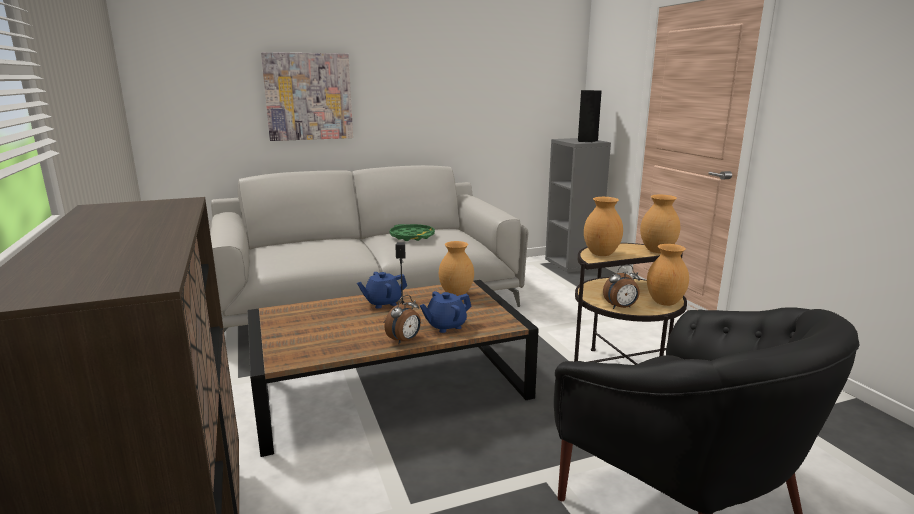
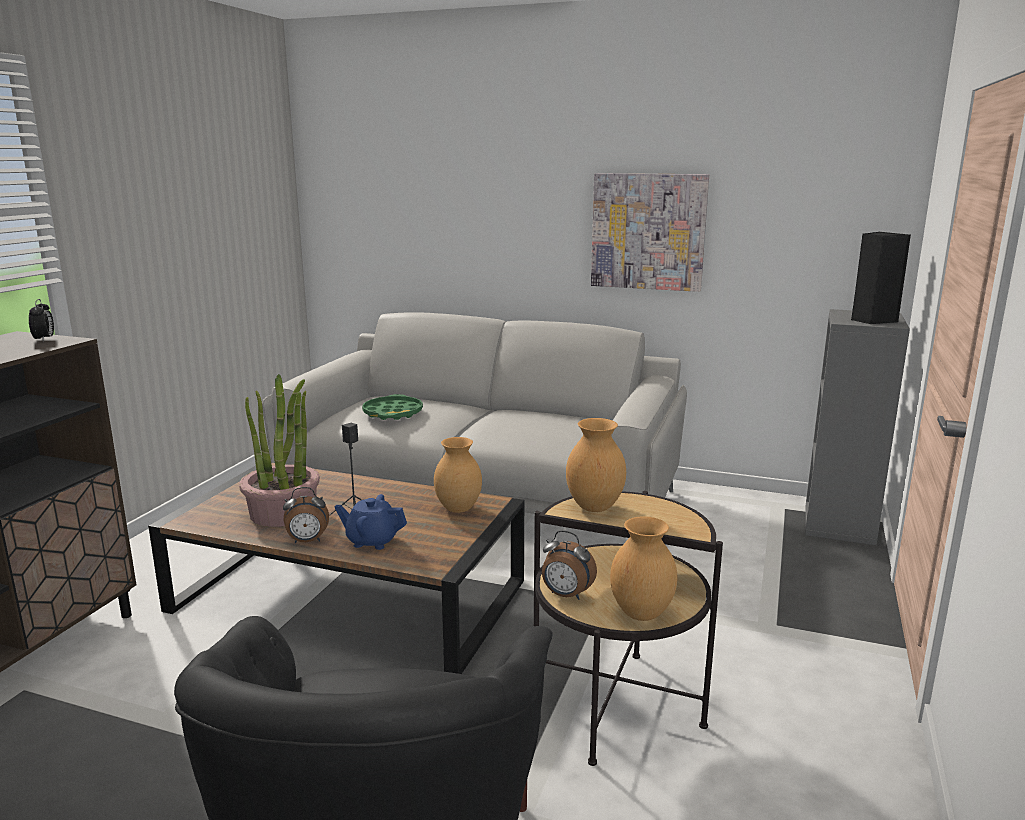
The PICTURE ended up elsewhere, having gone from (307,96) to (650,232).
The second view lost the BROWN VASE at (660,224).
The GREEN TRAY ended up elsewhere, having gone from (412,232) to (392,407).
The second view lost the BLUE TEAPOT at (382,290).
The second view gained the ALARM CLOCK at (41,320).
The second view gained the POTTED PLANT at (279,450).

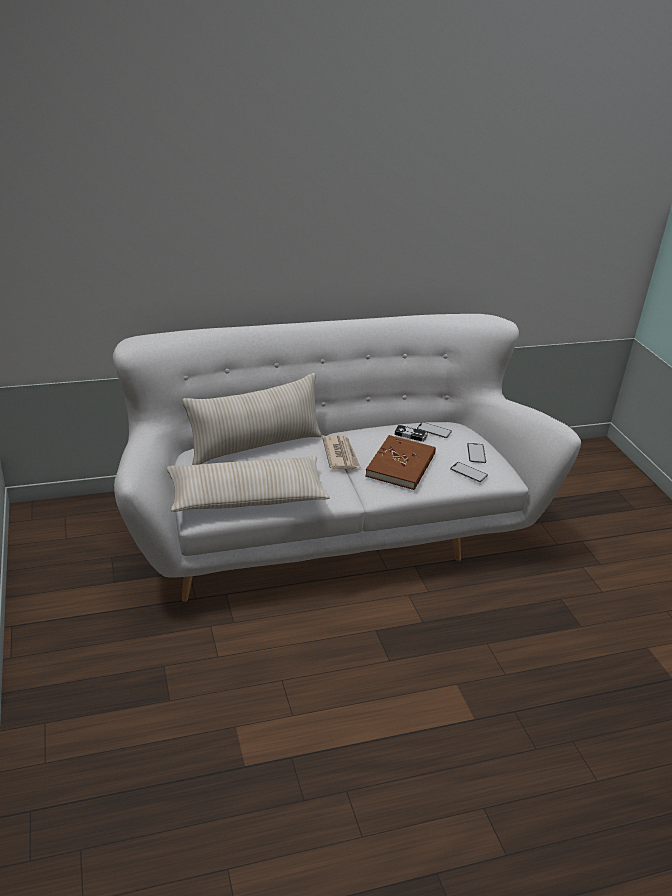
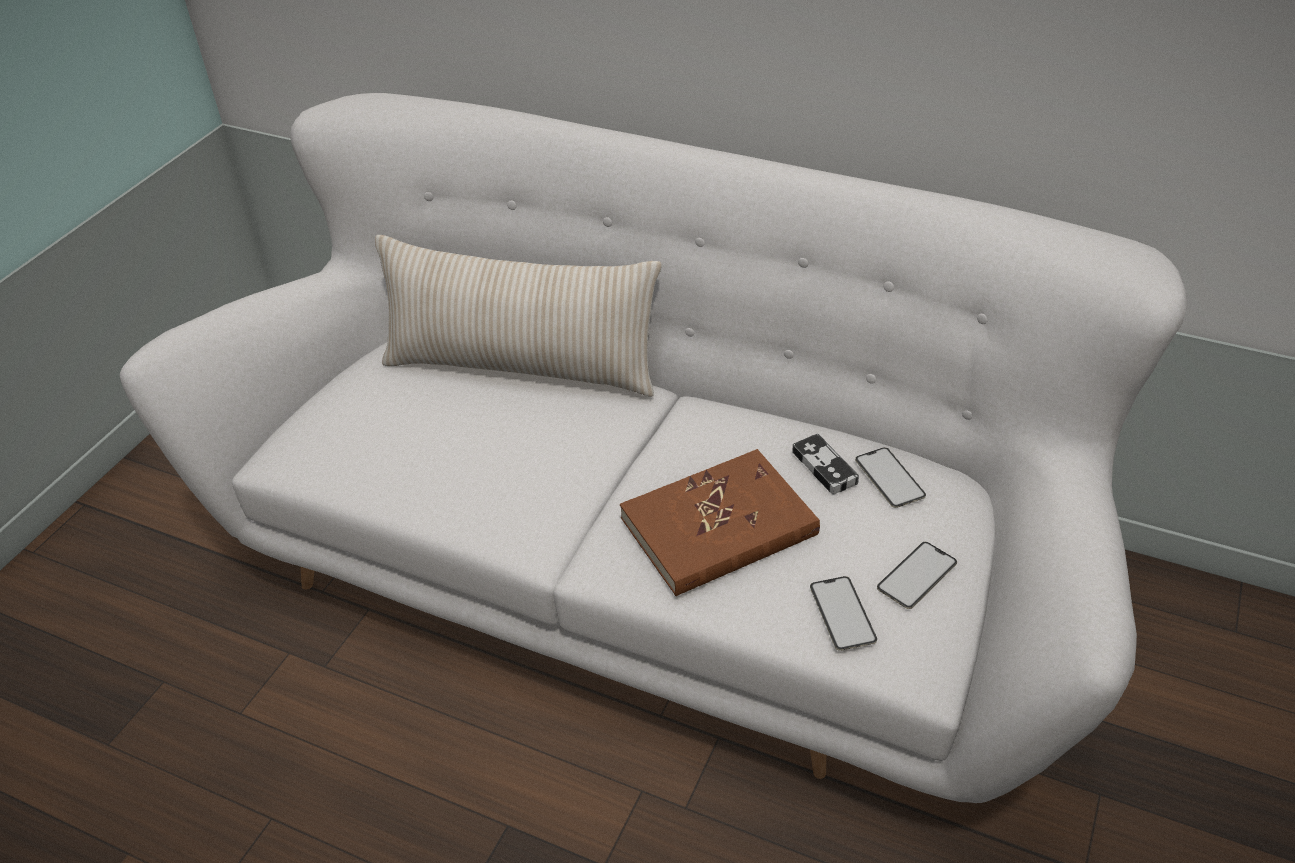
The second view lost the NEWSPAPER at (341,452).
The second view lost the BEIGE PILLOW at (248,484).

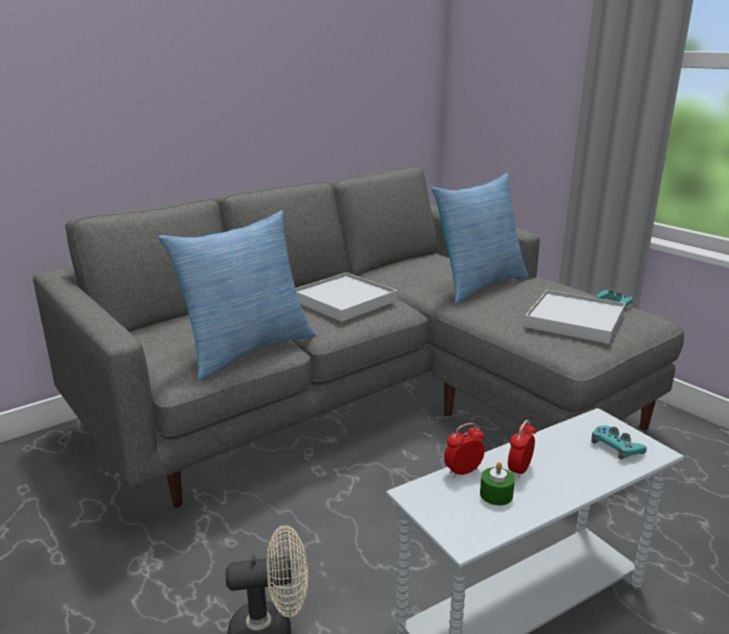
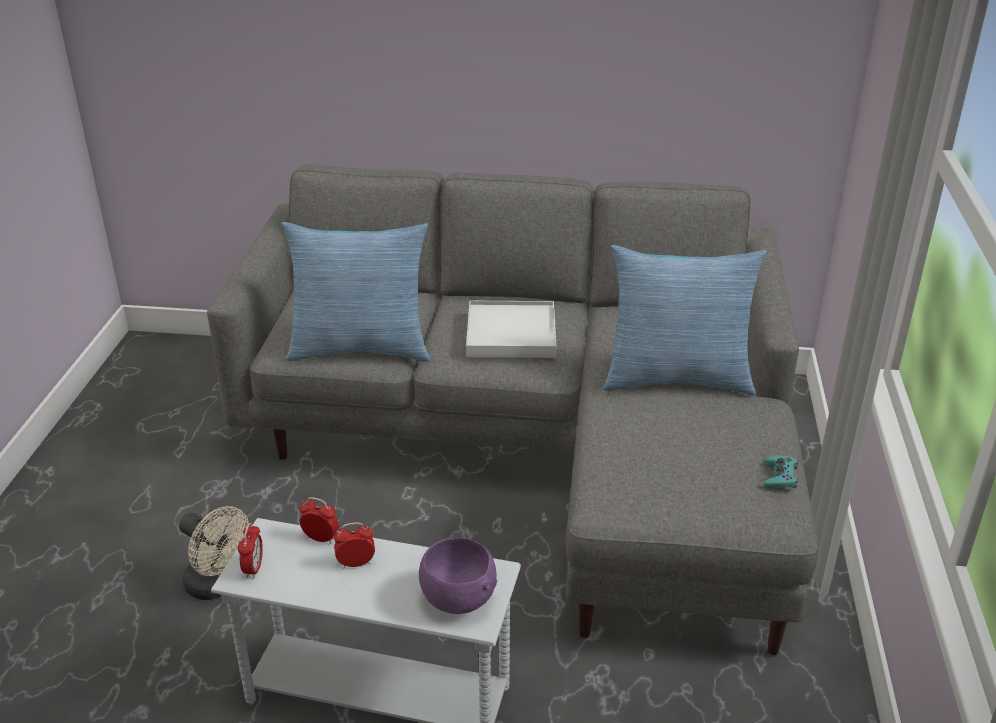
The second view lost the WHITE TRAY at (575,317).
Where the TURQUOISE GAME CONTROLLER stood at (619,443), the PURPLE BOWL came to stand at (458,575).
The second view lost the GREEN CANDLE at (497,483).
The second view gained the ALARM CLOCK at (250,550).

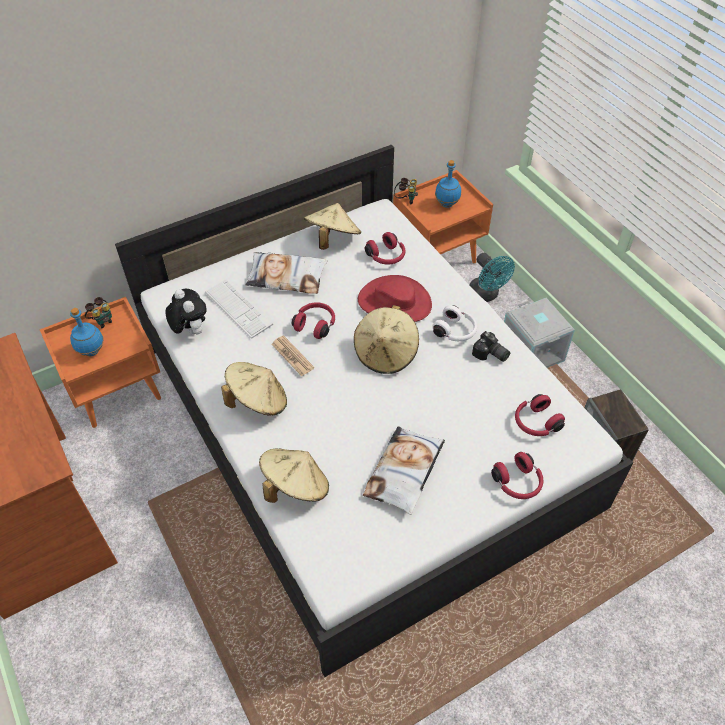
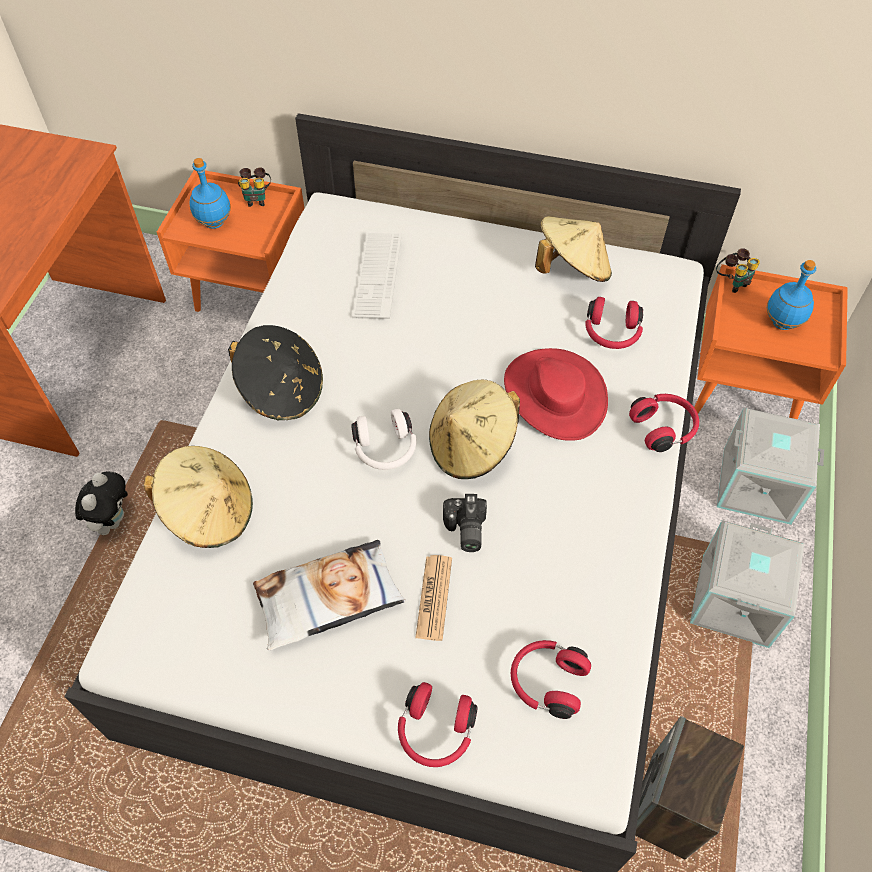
The second view lost the PILLOW at (286,273).
Where the TURQUOISE FAN stood at (492,277), the GREY STORAGE BOX came to stand at (770,466).
The PLUSH TOY ended up elsewhere, having gone from (186,311) to (101,503).
The RED HEADPHONES ended up elsewhere, having gone from (313,320) to (664,423).
The WHITE HEADPHONES ended up elsewhere, having gone from (454,323) to (383,439).
The PHOTO CAMERA ended up elsewhere, having gone from (491,346) to (465,523).
The NEWSPAPER ended up elsewhere, having gone from (293,356) to (433,598).
What was the BEIGE HAT at (254,389) turned into the BLACK HAT at (275,372).

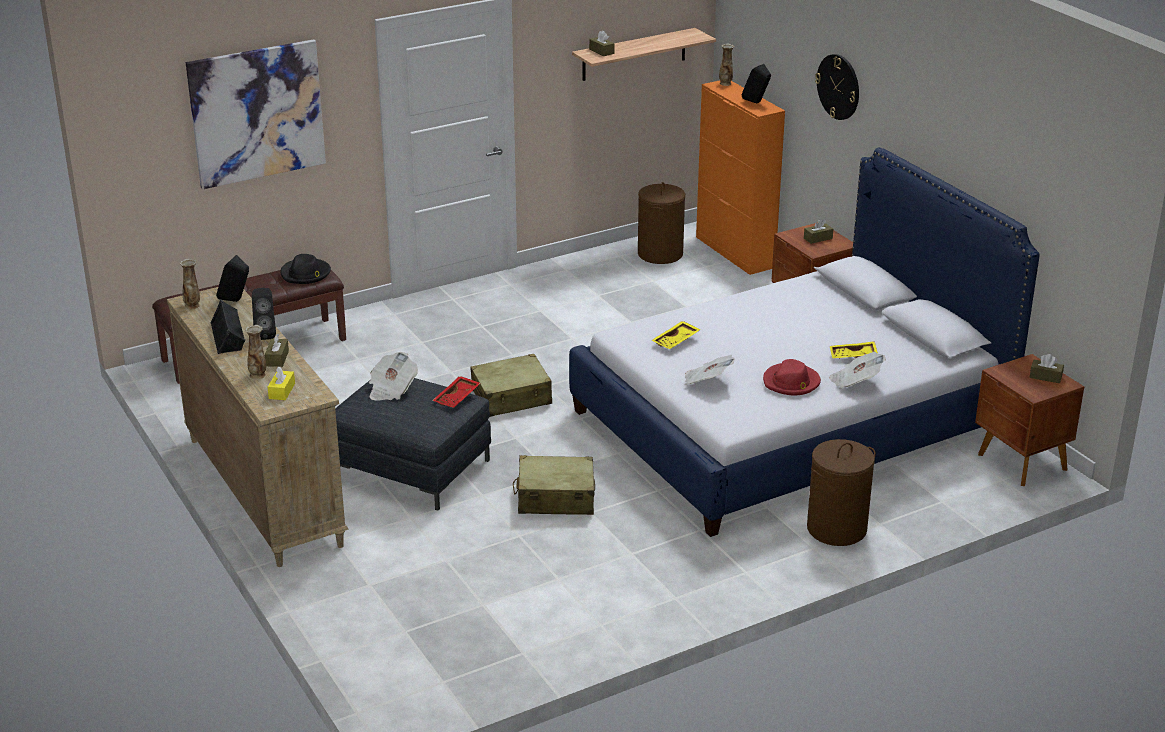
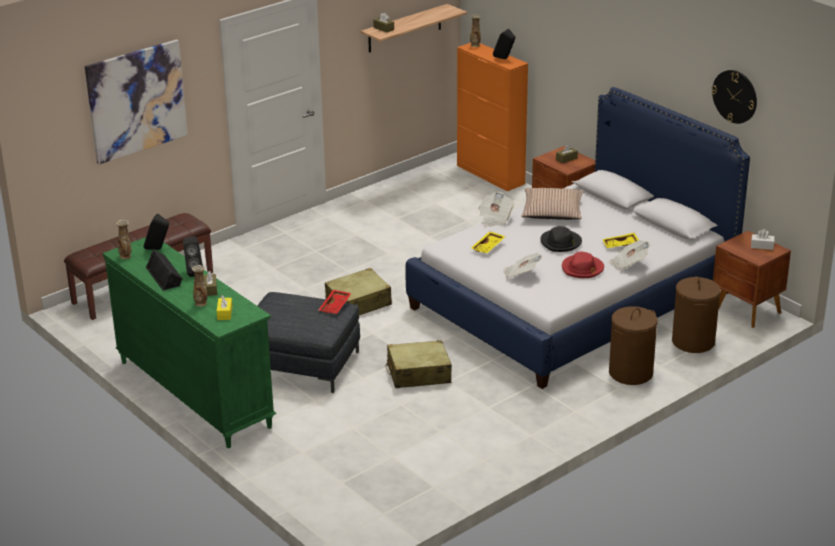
The WALL CLOCK ended up elsewhere, having gone from (837,87) to (734,97).
The BROWN LAUNDRY BASKET ended up elsewhere, having gone from (661,223) to (696,315).
The BLACK HAT ended up elsewhere, having gone from (305,269) to (561,239).
What was the BEIGE DRESSER at (258,427) turned into the GREEN DRESSER at (189,342).
The NEWSPAPER ended up elsewhere, having gone from (393,376) to (496,209).
What was the BROWN TISSUE BOX at (1047,368) turned into the WHITE TISSUE BOX at (762,239).
The second view gained the PILLOW at (552,204).

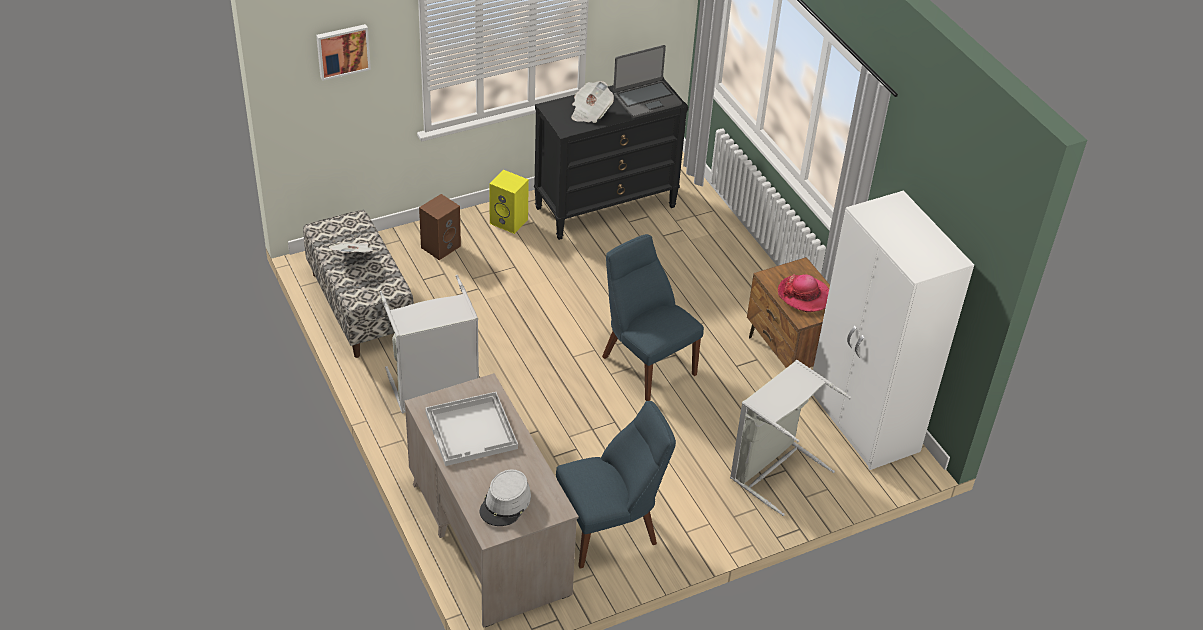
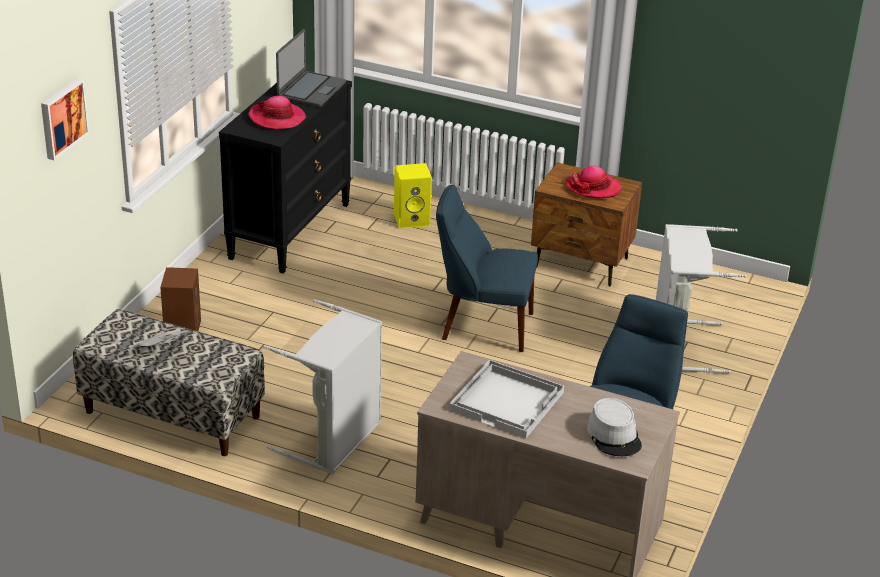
Where the NEWSPAPER stood at (592,102), the HAT came to stand at (277,112).
The YELLOW SPEAKER ended up elsewhere, having gone from (509,202) to (413,196).
The second view lost the WHITE WARDROBE at (893,330).

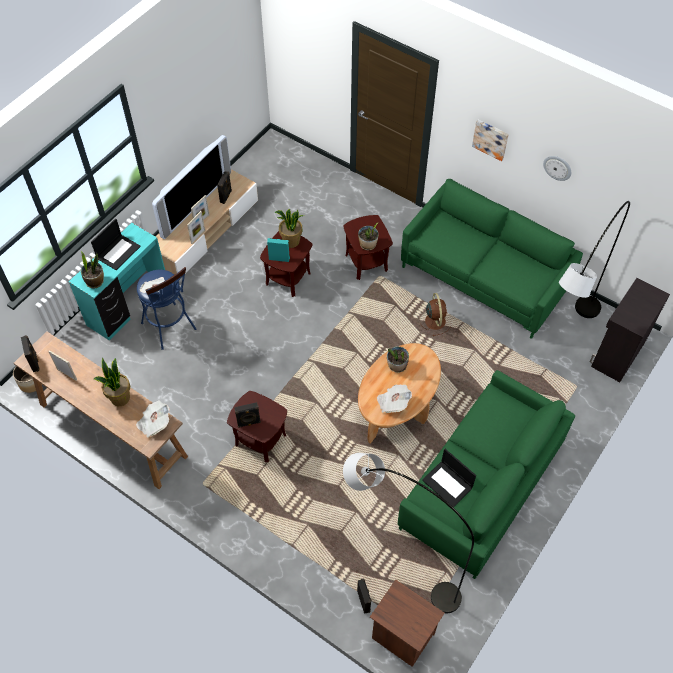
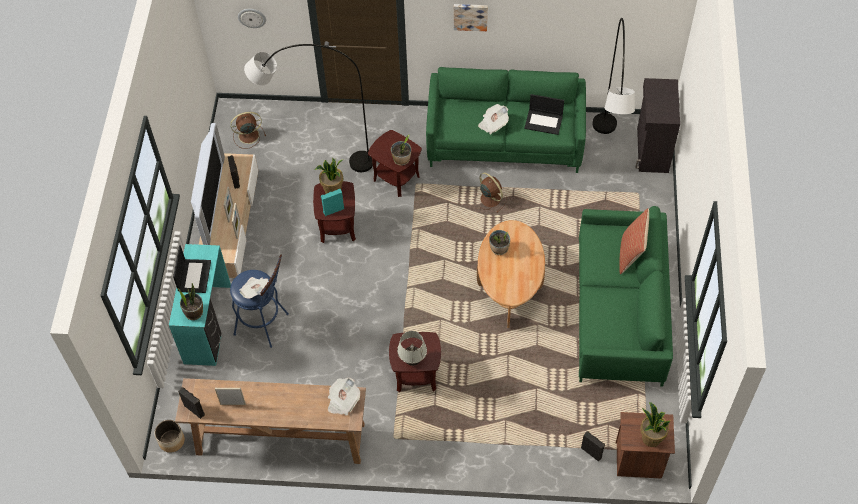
The WALL CLOCK ended up elsewhere, having gone from (557,168) to (252,18).
The POTTED PLANT ended up elsewhere, having gone from (112,382) to (655,424).
The NEWSPAPER ended up elsewhere, having gone from (394,399) to (493,119).
Where the BLACK SPEAKER stood at (247,415), the WHITE TABLE LAMP came to stand at (412,348).
The LAPTOP ended up elsewhere, having gone from (449,478) to (544,114).
The GREY FLOOR LAMP ended up elsewhere, having gone from (408,533) to (308,108).
The second view gained the BROWN FAN at (248,130).
The second view gained the PILLOW at (634,241).

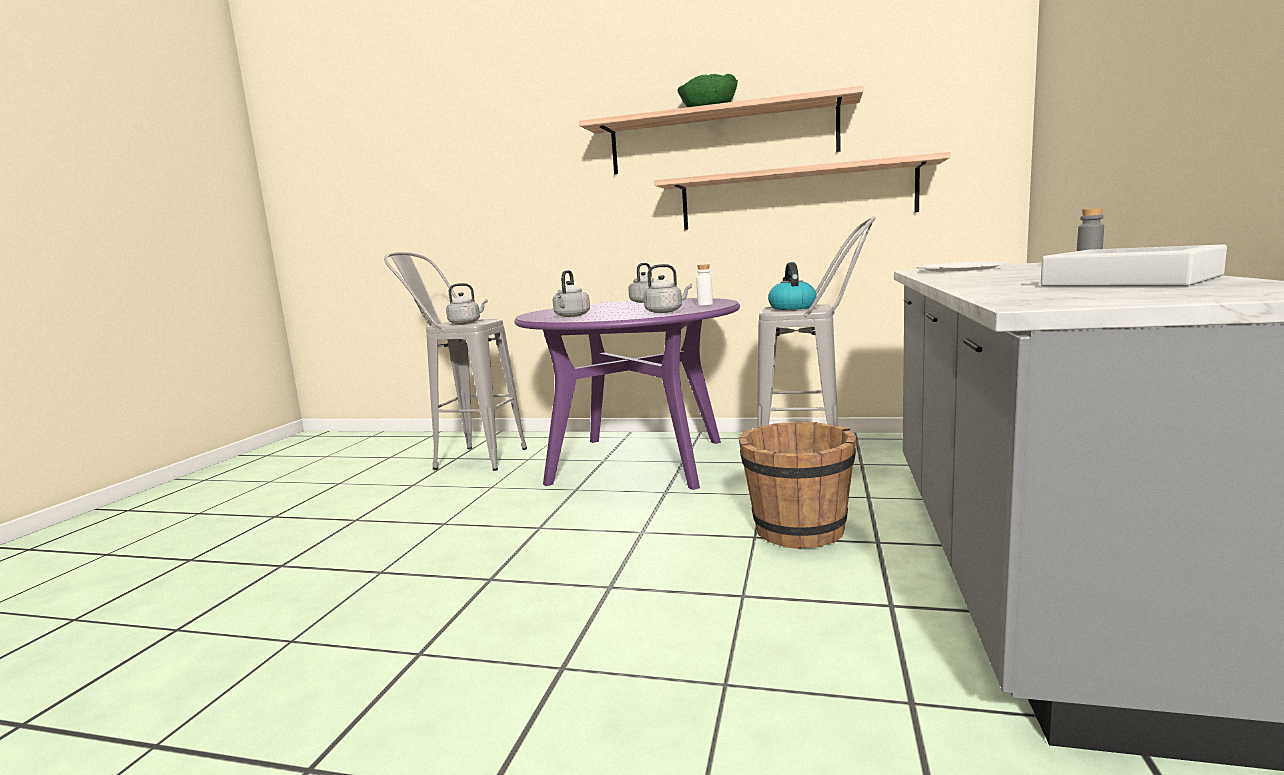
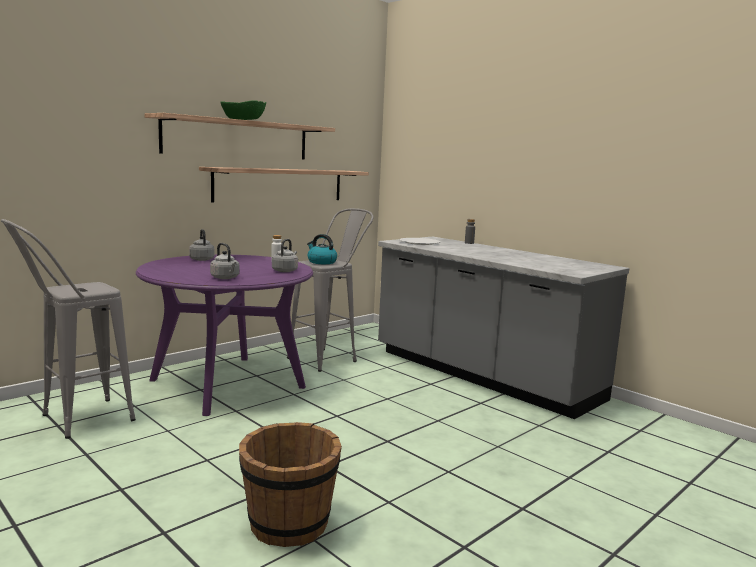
The second view lost the GREY TRAY at (1134,265).
The second view lost the GREY KETTLE at (467,303).
The BROWN BUCKET ended up elsewhere, having gone from (797,485) to (290,484).

